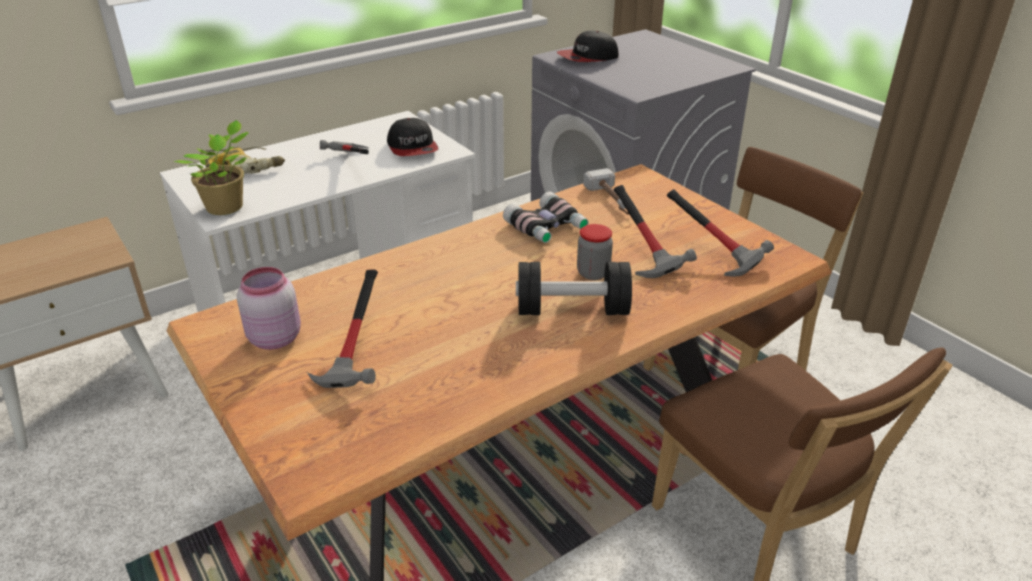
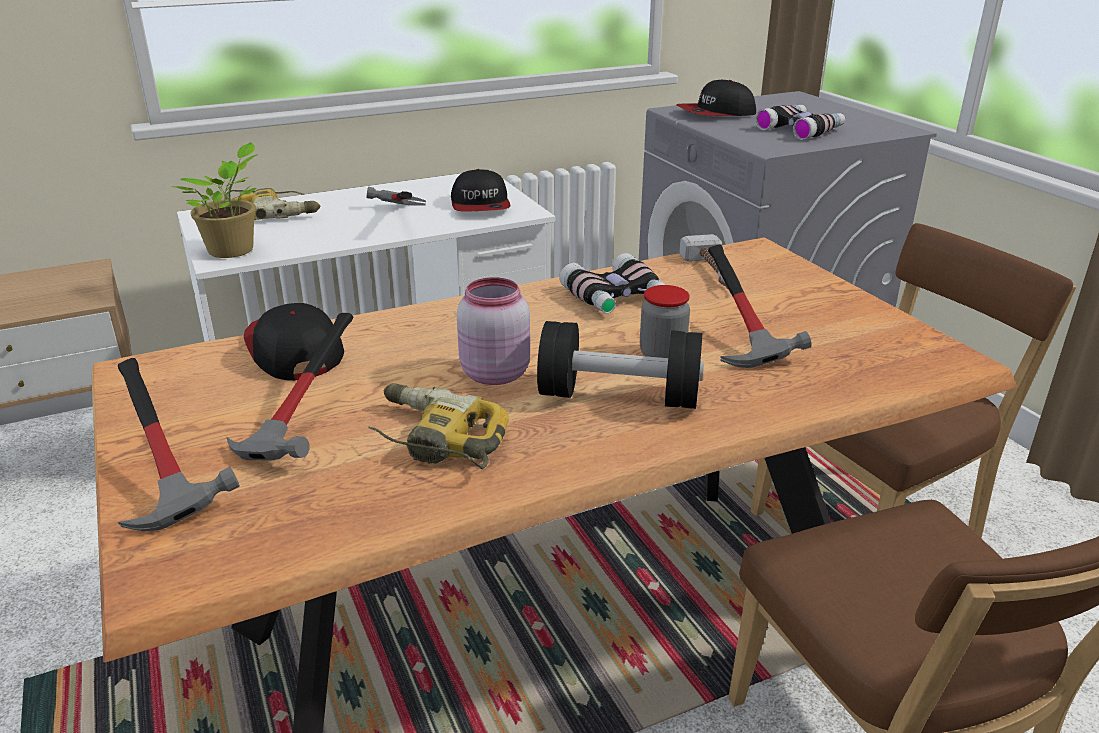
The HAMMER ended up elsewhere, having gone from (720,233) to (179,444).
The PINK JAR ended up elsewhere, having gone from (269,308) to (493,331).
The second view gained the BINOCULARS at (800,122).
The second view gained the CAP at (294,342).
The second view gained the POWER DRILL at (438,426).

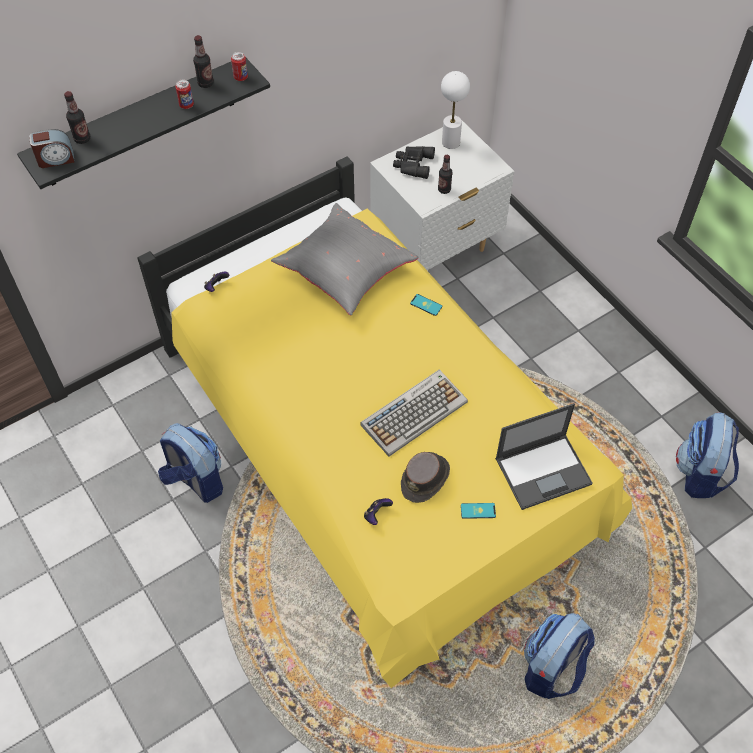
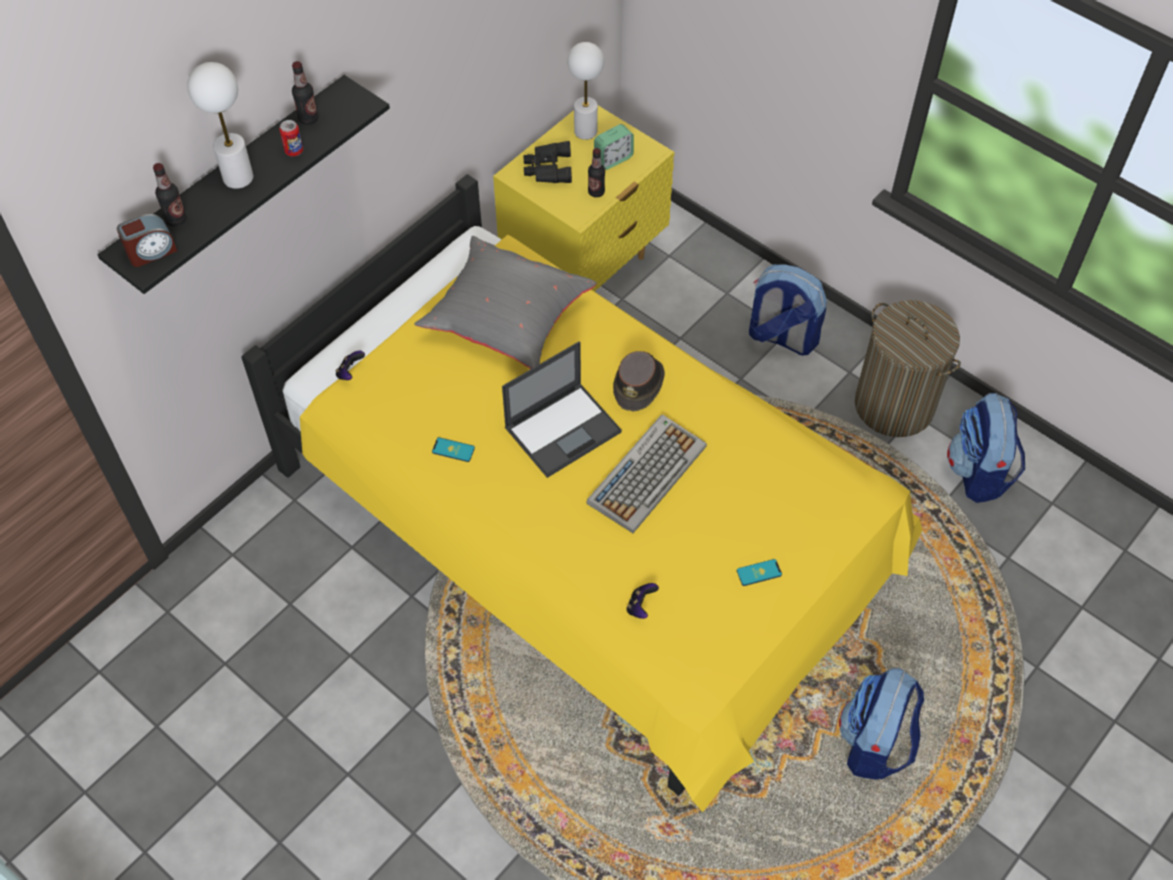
The second view lost the CAN at (239,66).
What was the WHITE NIGHTSTAND at (442,195) turned into the YELLOW NIGHTSTAND at (583,199).
The PHONE ended up elsewhere, having gone from (426,305) to (453,449).
The LAPTOP ended up elsewhere, having gone from (544,456) to (562,409).
The BACKPACK ended up elsewhere, having gone from (190,463) to (788,309).
The BROWN HAT ended up elsewhere, having gone from (425,477) to (639,381).
The second view gained the WHITE TABLE LAMP at (220,125).
The second view gained the ALARM CLOCK at (614,147).
The second view gained the LAUNDRY BASKET at (908,368).

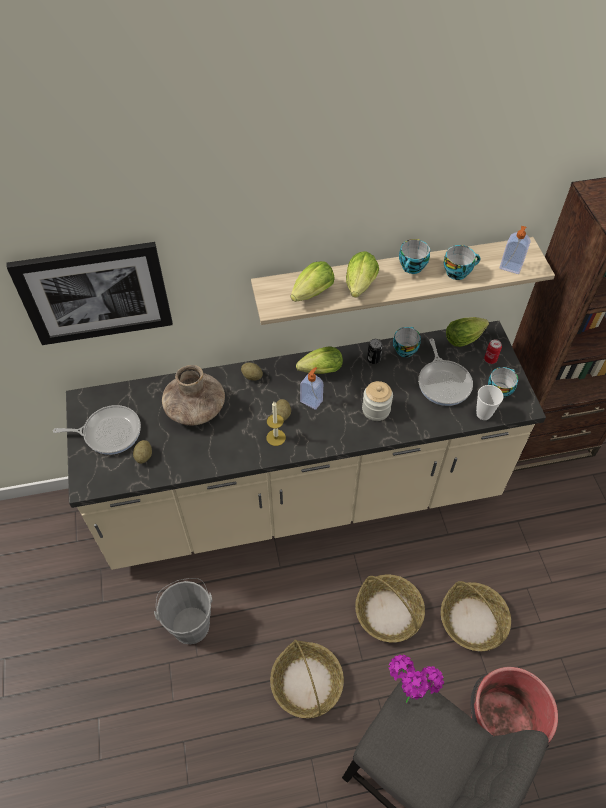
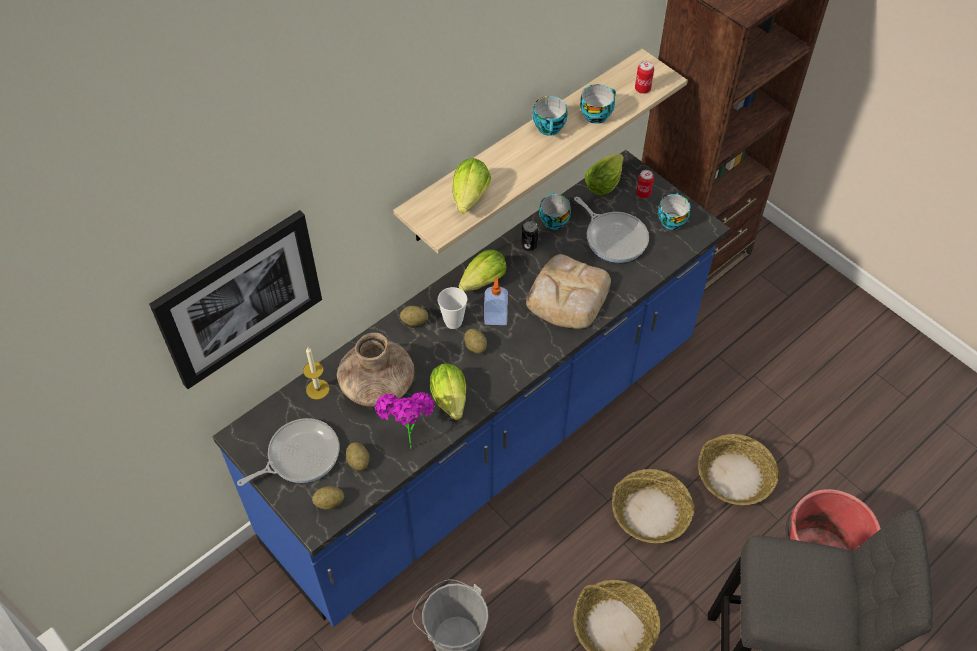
Where the SOAP DISPENSER stood at (515,250), the CAN came to stand at (644,77).
The LETTUCE ended up elsewhere, having gone from (362,274) to (448,391).
What was the BEIGE COUNTER at (306,445) turned into the BLUE COUNTER at (471,388).
Where the JAR stood at (377,401), the BREAD came to stand at (568,291).
The CUP ended up elsewhere, having gone from (490,402) to (452,308).
The CANDLE ended up elsewhere, having gone from (276,424) to (316,373).
The POTTED PLANT ended up elsewhere, having gone from (416,679) to (404,420).
The second view gained the POTATO at (328,498).

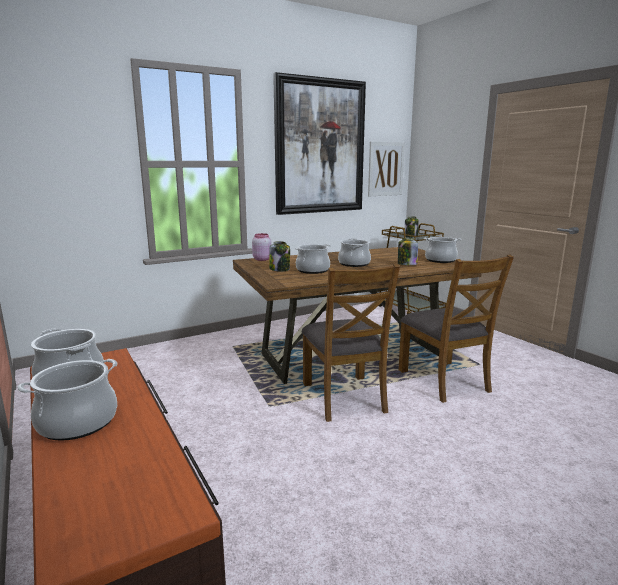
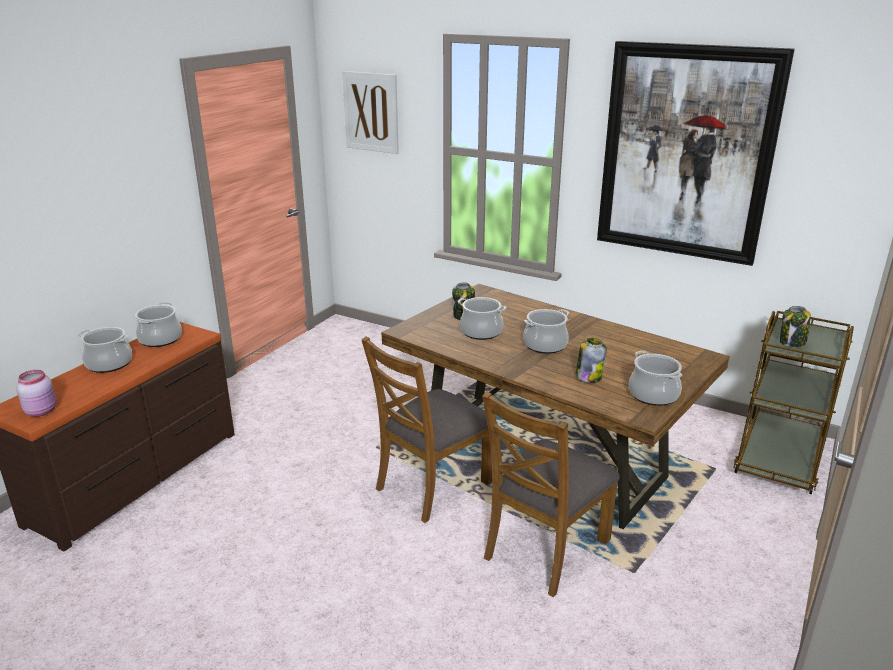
The PICTURE ended up elsewhere, having gone from (386,168) to (370,112).
The PINK JAR ended up elsewhere, having gone from (261,247) to (36,393).

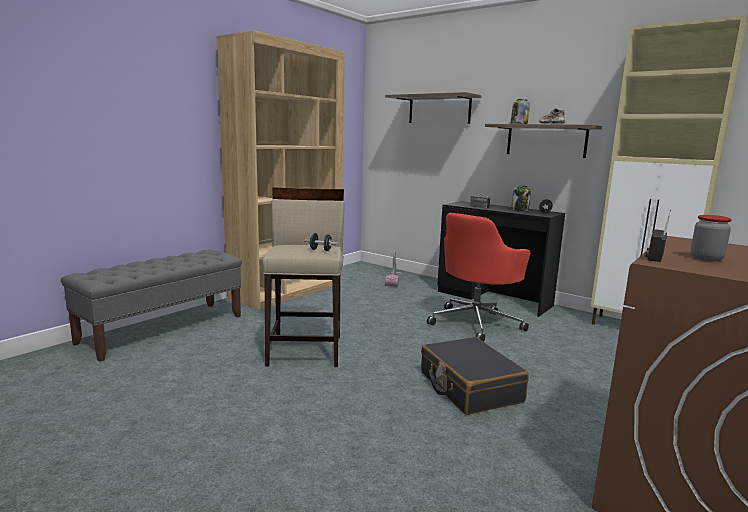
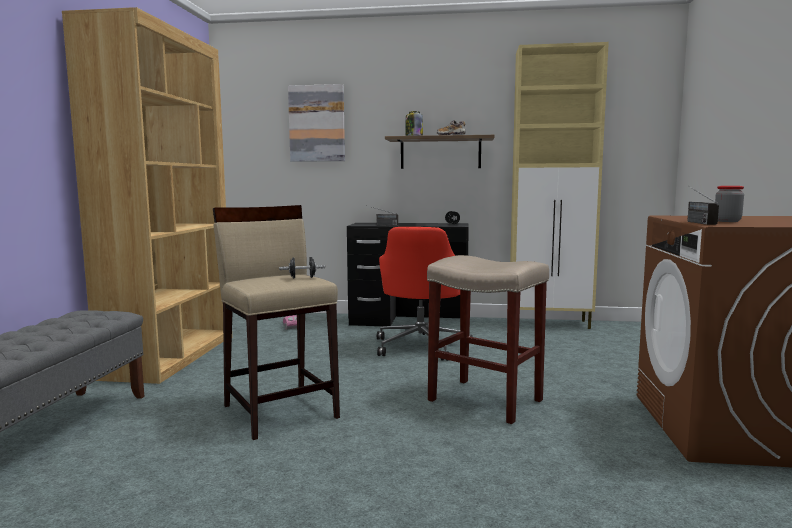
Where the SHELF hung at (433,108), the PICTURE came to hang at (316,123).
The second view lost the JAR at (521,198).
Where the BLACK SUITCASE stood at (475,376), the BEIGE STOOL came to stand at (488,339).

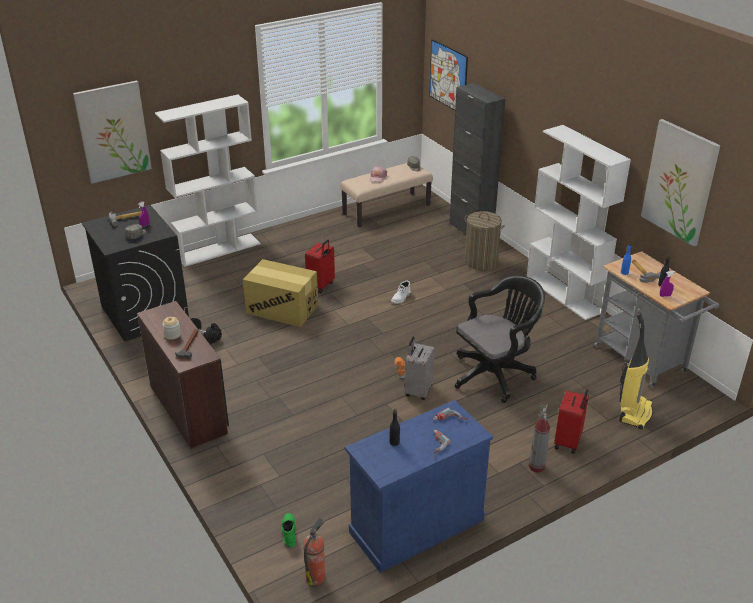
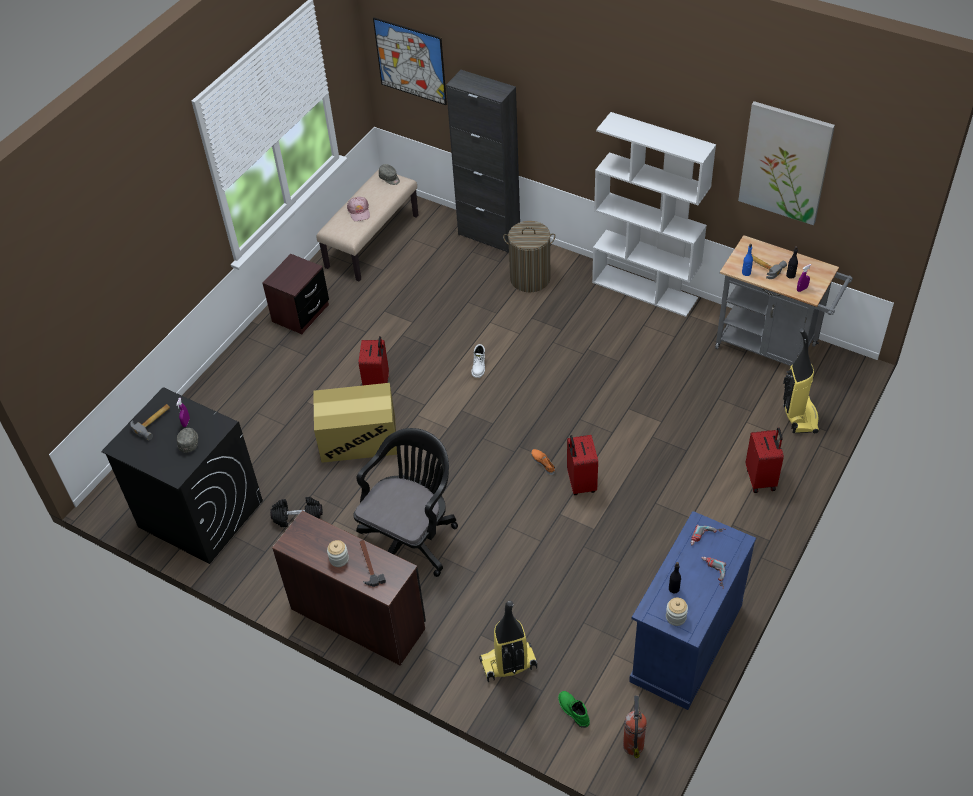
The second view lost the PICTURE at (112,132).
The second view lost the WHITE BOOKCASE at (207,181).
The BLACK OFFICE CHAIR ended up elsewhere, having gone from (500,339) to (405,502).
What was the GREY SUITCASE at (420,368) turned into the RED SUITCASE at (582,465).
The second view lost the FIRE EXTINGUISHER at (539,438).
The second view gained the BROWN NIGHTSTAND at (296,294).
The second view gained the JAR at (677,612).
The second view gained the VACUUM CLEANER at (508,641).

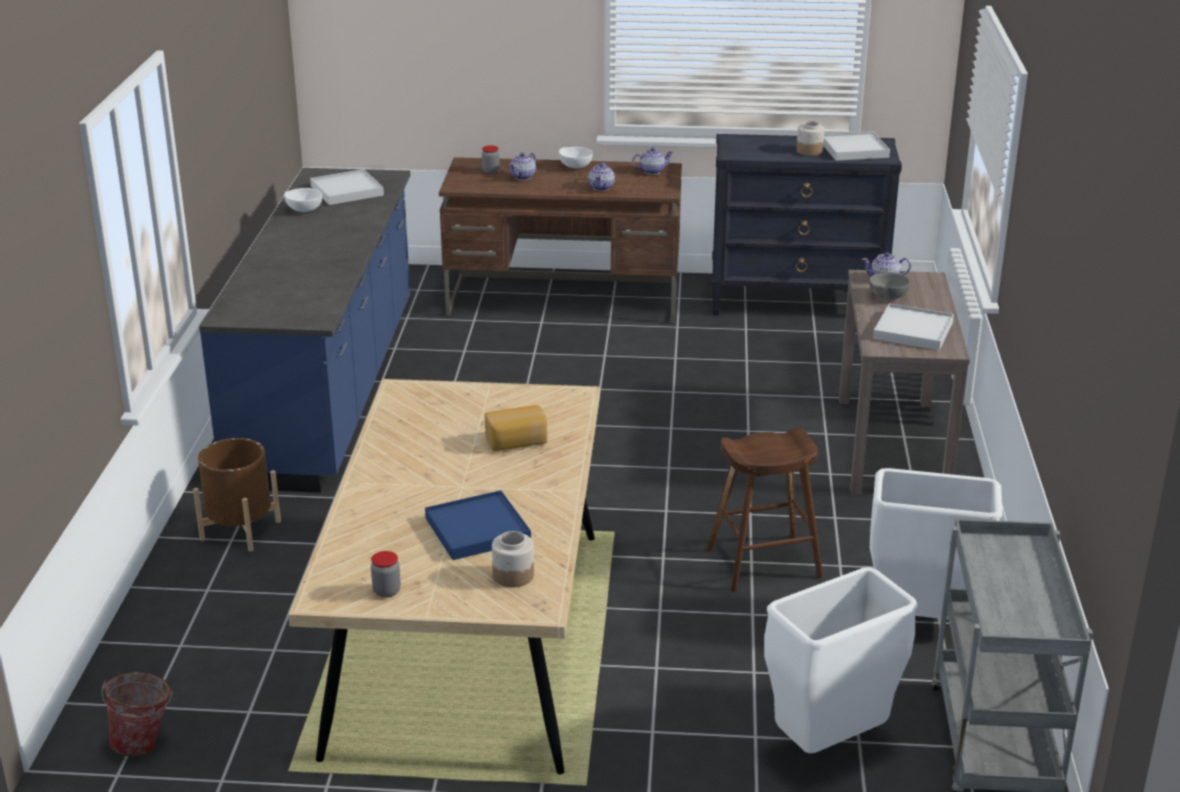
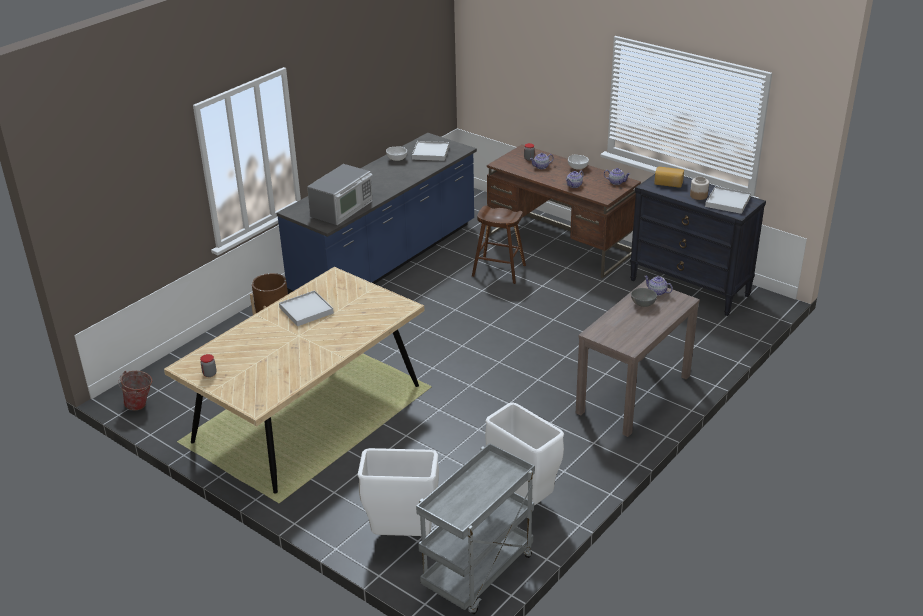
The WHITE TRAY ended up elsewhere, having gone from (913,326) to (306,308).
The BREAD ended up elsewhere, having gone from (516,428) to (669,177).
The BROWN STOOL ended up elsewhere, having gone from (765,510) to (499,245).
The second view lost the BLUE TRAY at (478,525).
The second view lost the JAR at (513,559).
The second view gained the MICROWAVE at (339,194).

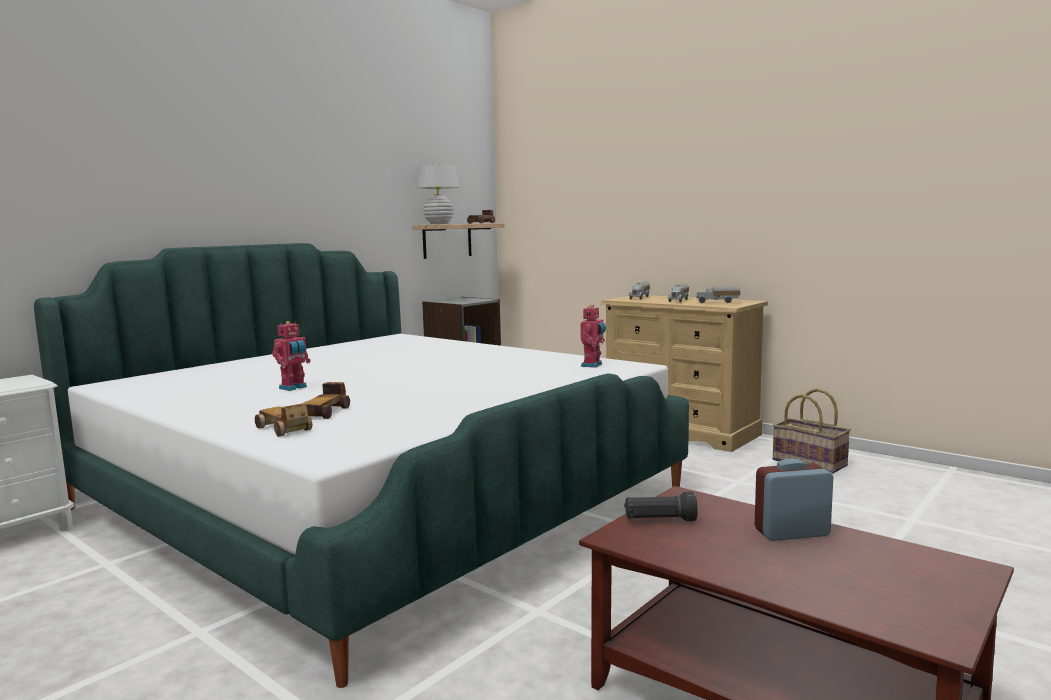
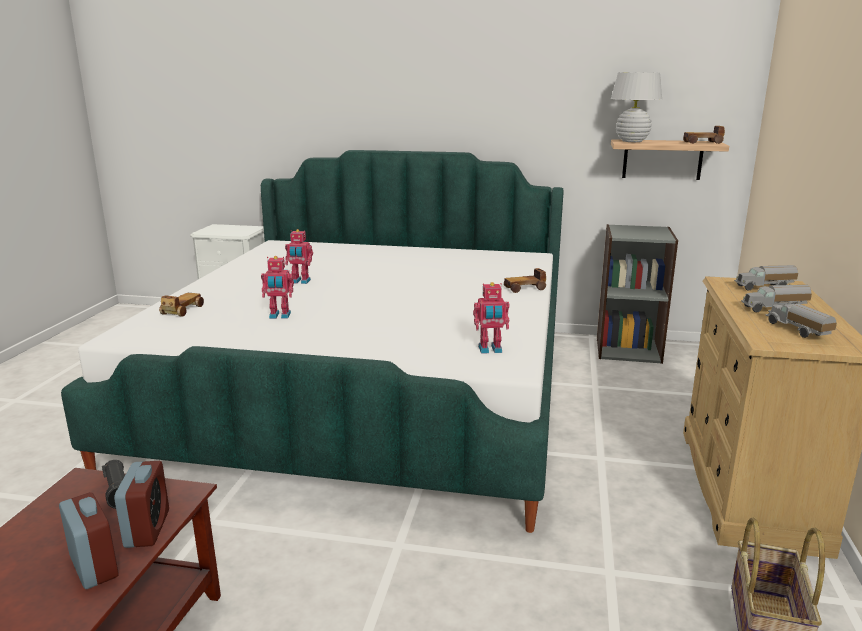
The TOY CAR ended up elsewhere, having gone from (326,400) to (525,280).
The second view gained the TOY ROBOT at (277,287).
The second view gained the ALARM CLOCK at (141,504).

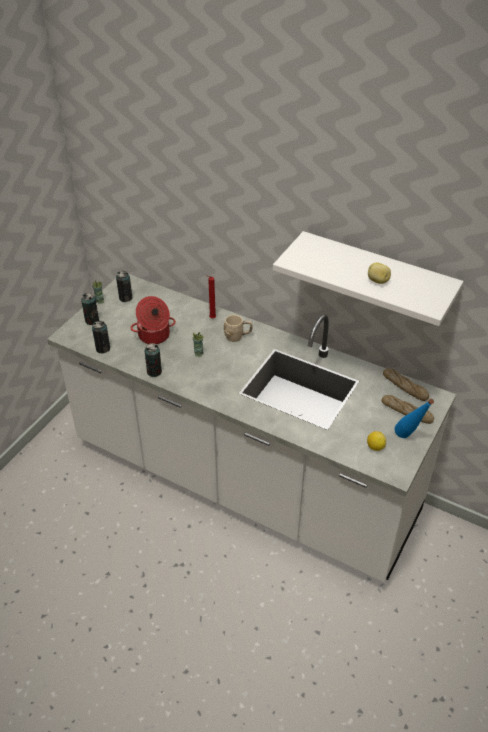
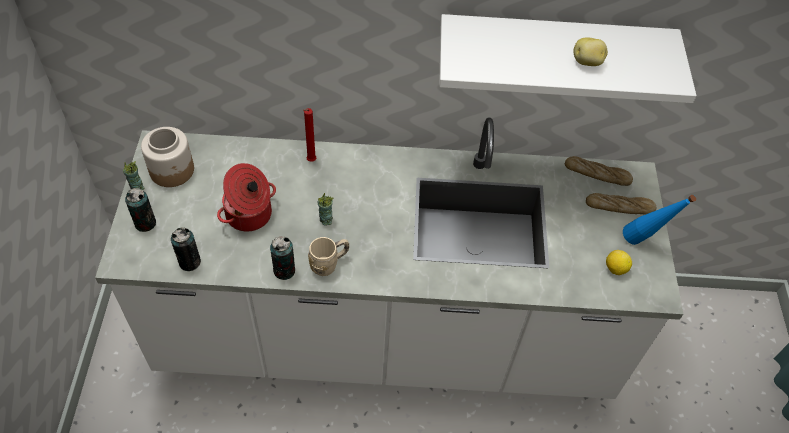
Where the CAN stood at (124,286), the JAR came to stand at (167,157).
The BEIGE MUG ended up elsewhere, having gone from (238,328) to (328,256).

